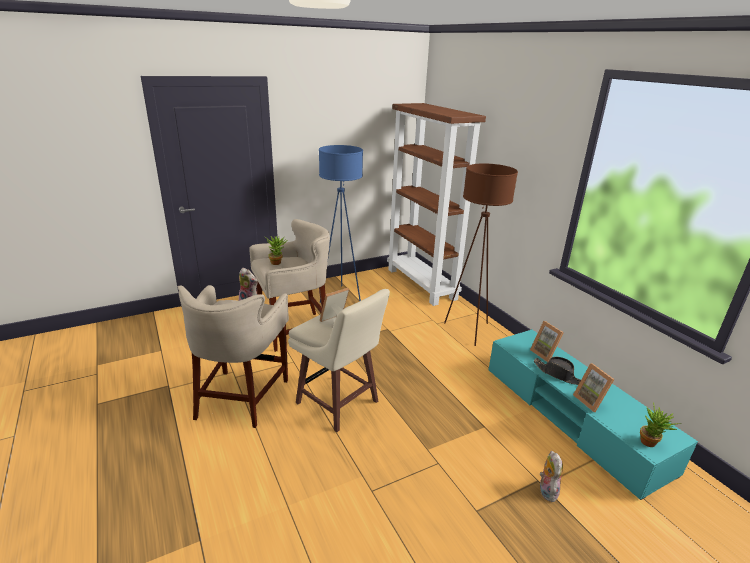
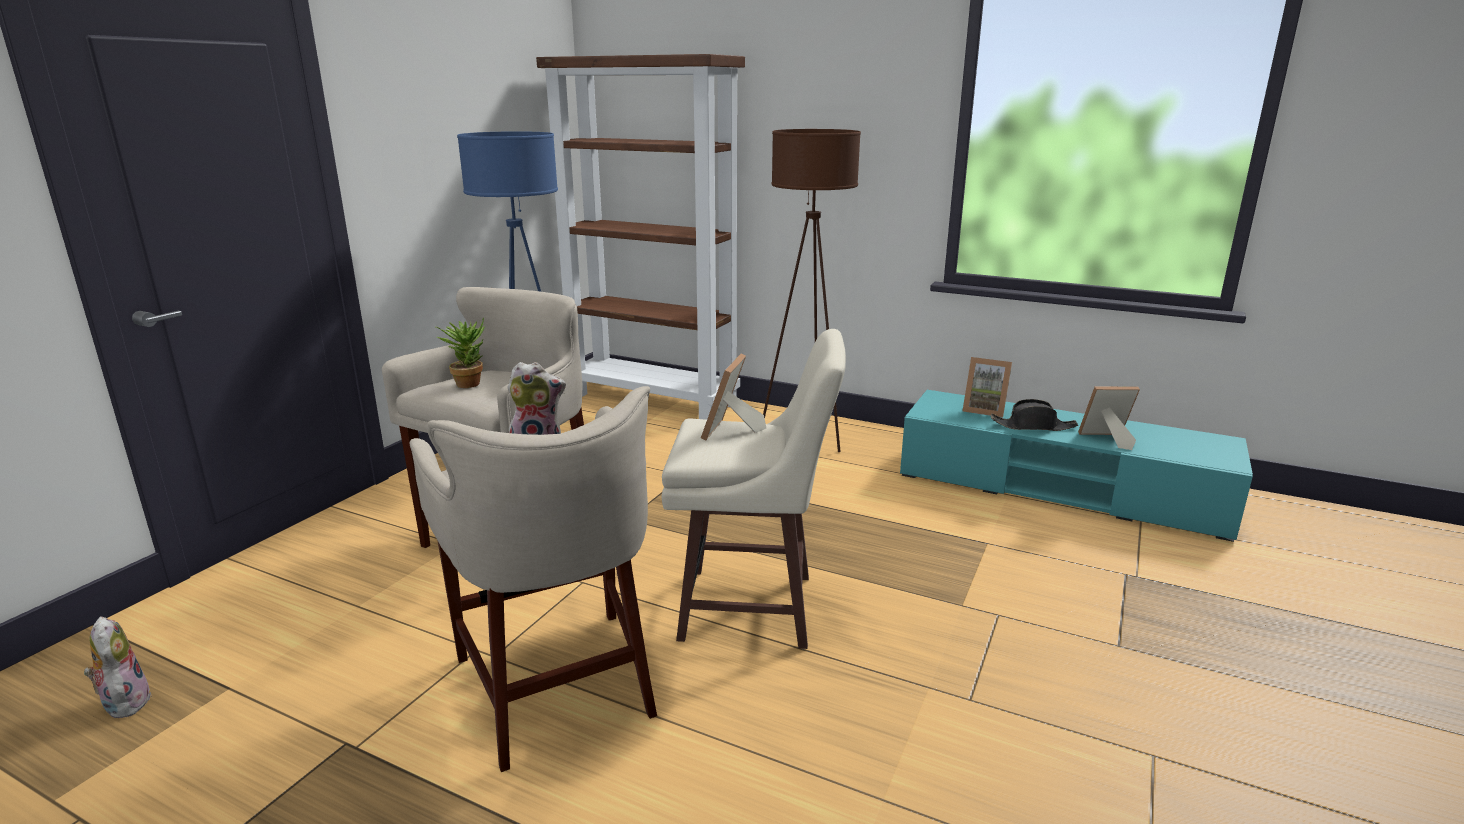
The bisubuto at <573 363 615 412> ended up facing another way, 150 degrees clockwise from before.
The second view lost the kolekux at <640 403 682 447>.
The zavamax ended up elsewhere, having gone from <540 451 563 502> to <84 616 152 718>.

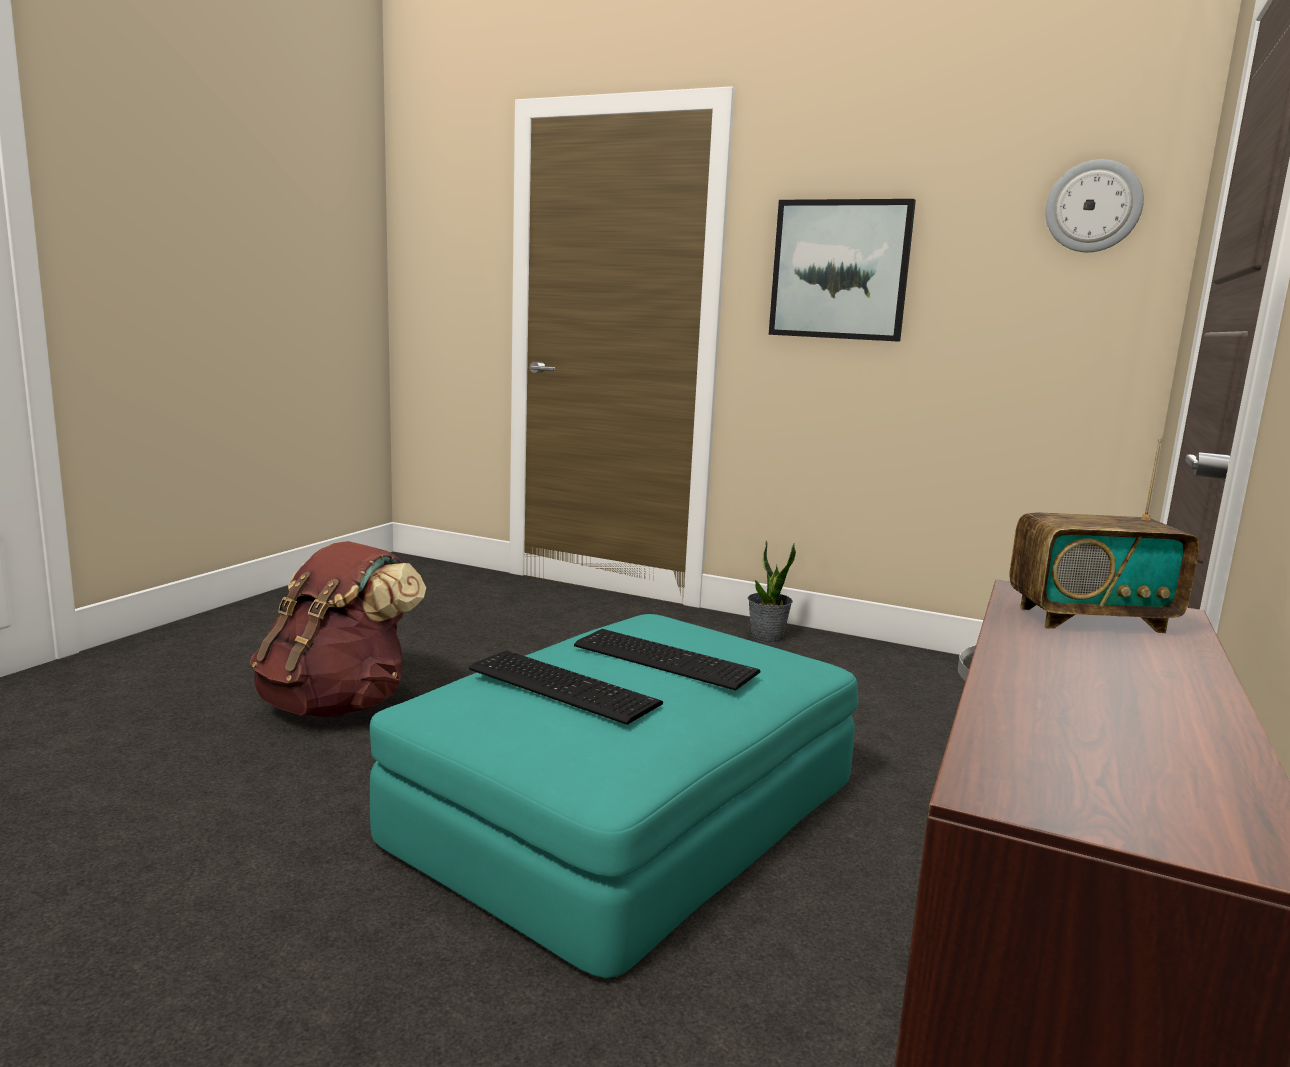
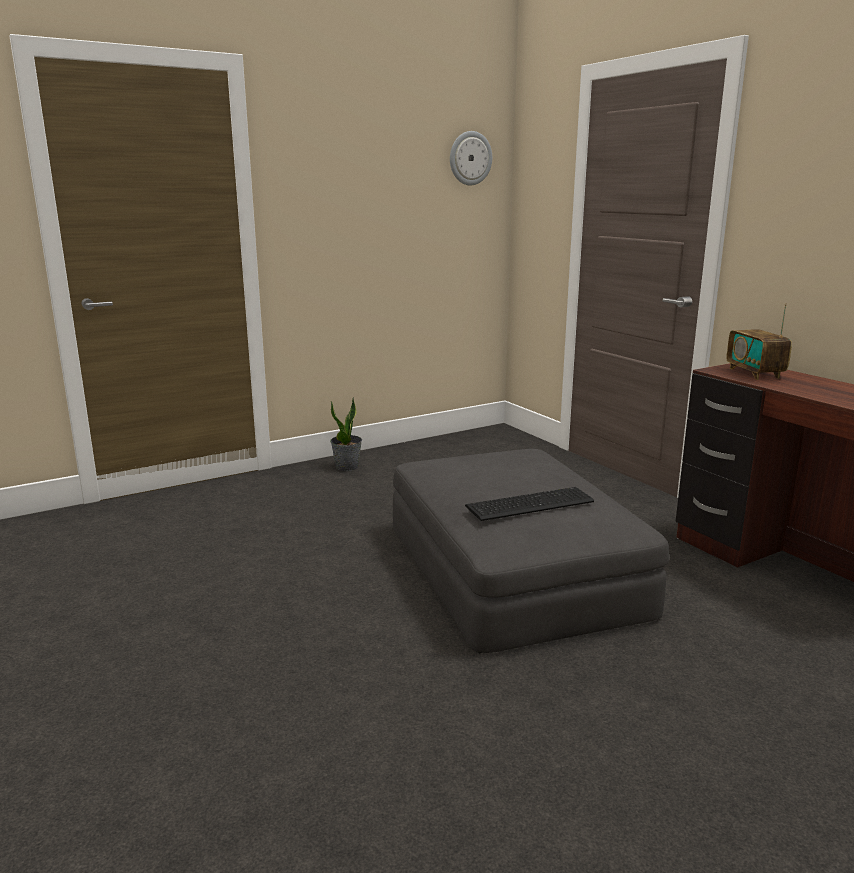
The second view lost the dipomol at <769 199 916 342>.
The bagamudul at <1010 438 1199 633> ended up facing another way, 135 degrees clockwise from before.
The second view lost the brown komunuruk at <250 541 426 717>.
What was the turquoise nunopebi at <370 614 859 979> turned into the grey nunopebi at <393 449 669 653>.
The second view lost the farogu at <574 629 760 691>.

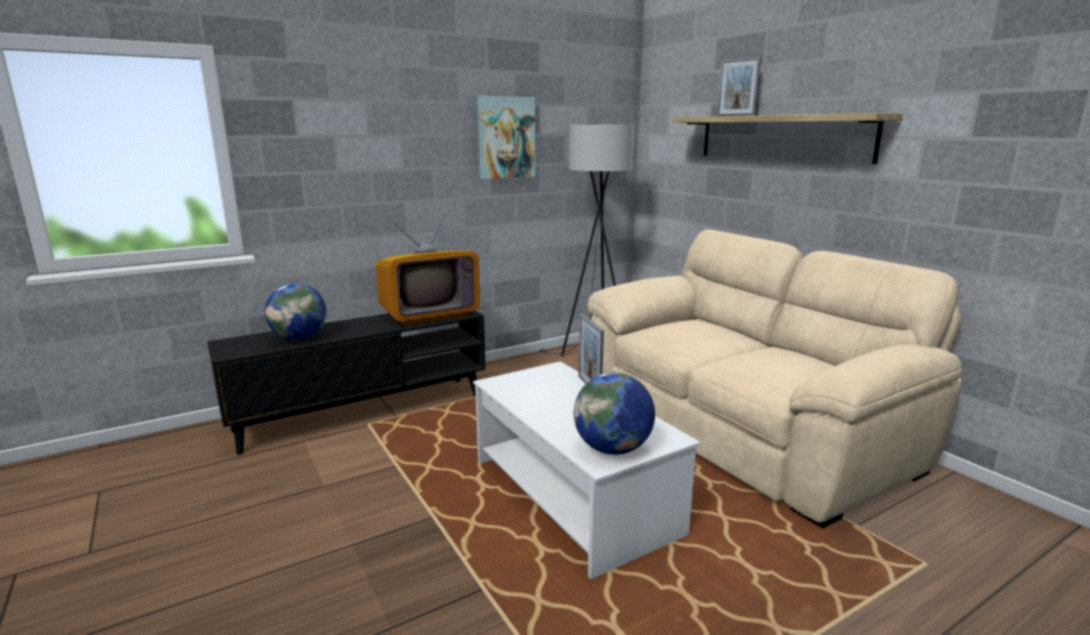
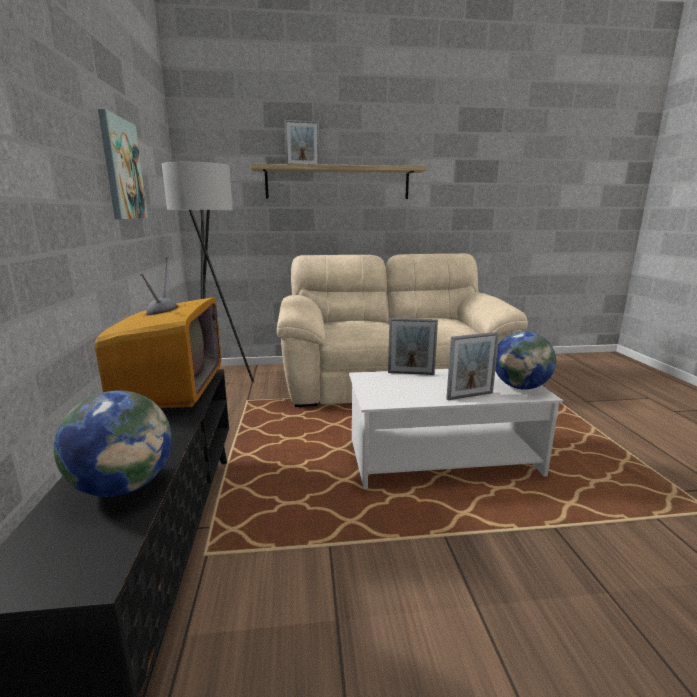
The second view gained the bisubuto at <446 332 499 400>.

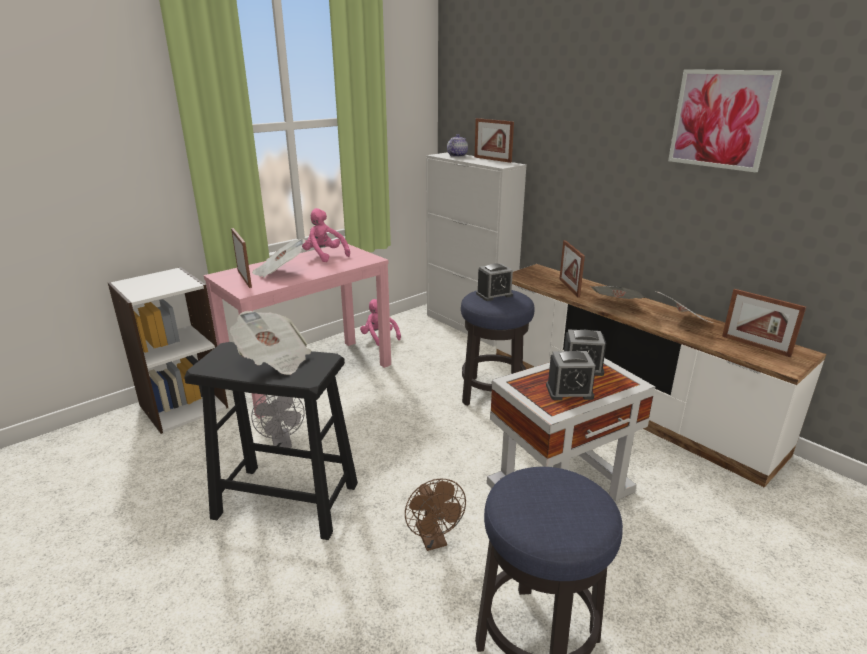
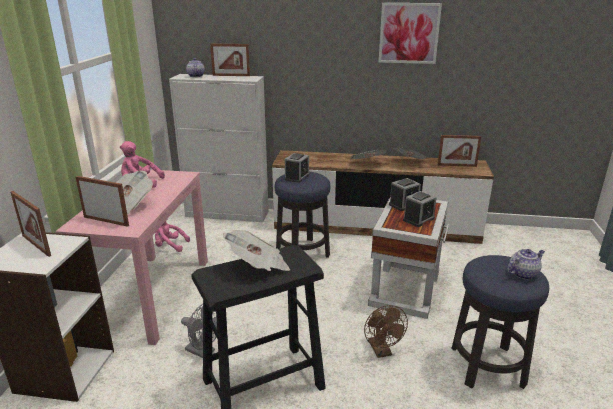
The bisubuto ended up elsewhere, having gone from <559 240 585 298> to <10 191 51 257>.
The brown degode at <405 479 466 551> ended up facing another way, 45 degrees clockwise from before.
The second view gained the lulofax at <507 249 545 280>.

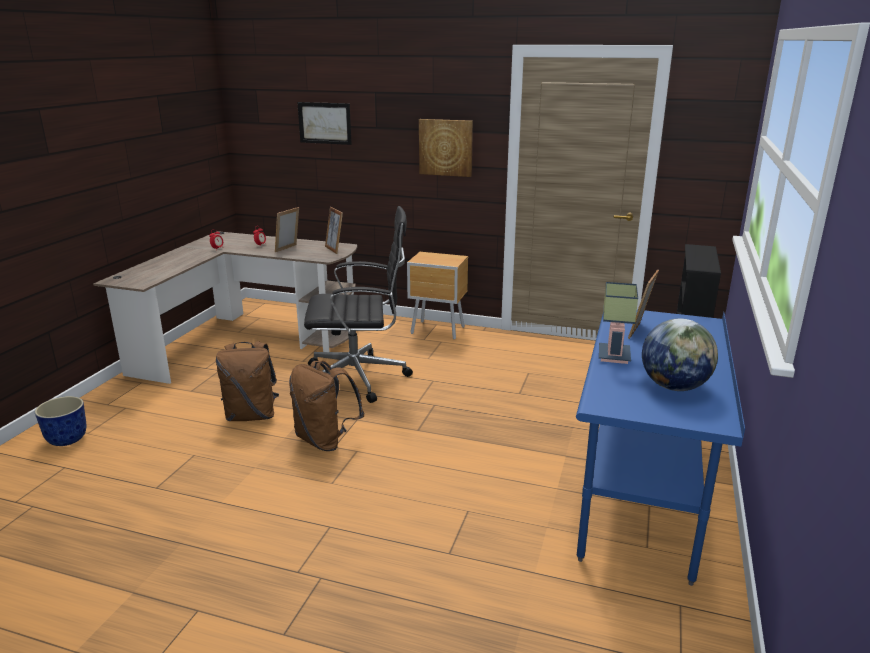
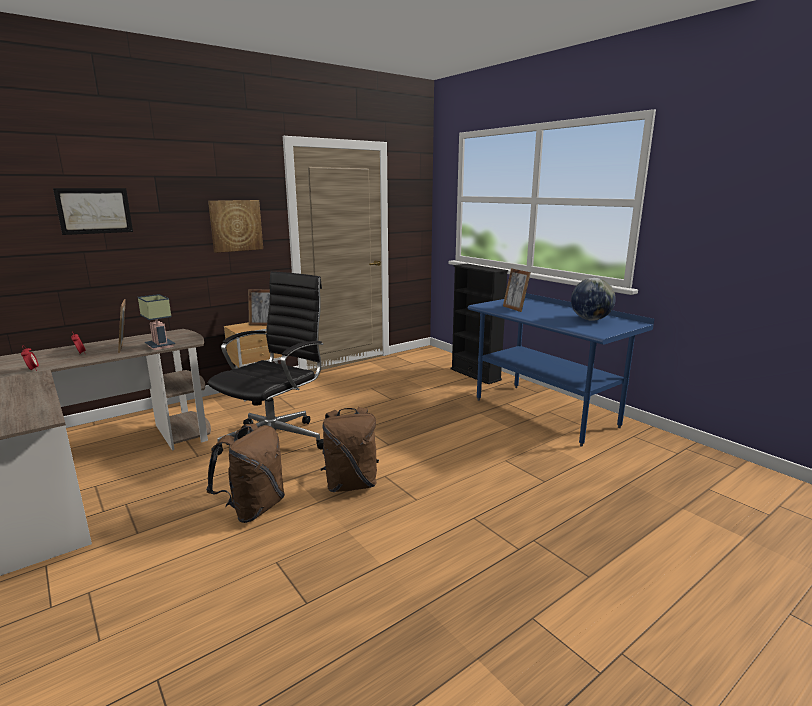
The bisubuto ended up elsewhere, having gone from <325 207 343 254> to <248 289 270 326>.
The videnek ended up elsewhere, having gone from <599 282 638 364> to <138 294 176 350>.
The second view lost the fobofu at <35 396 86 446>.

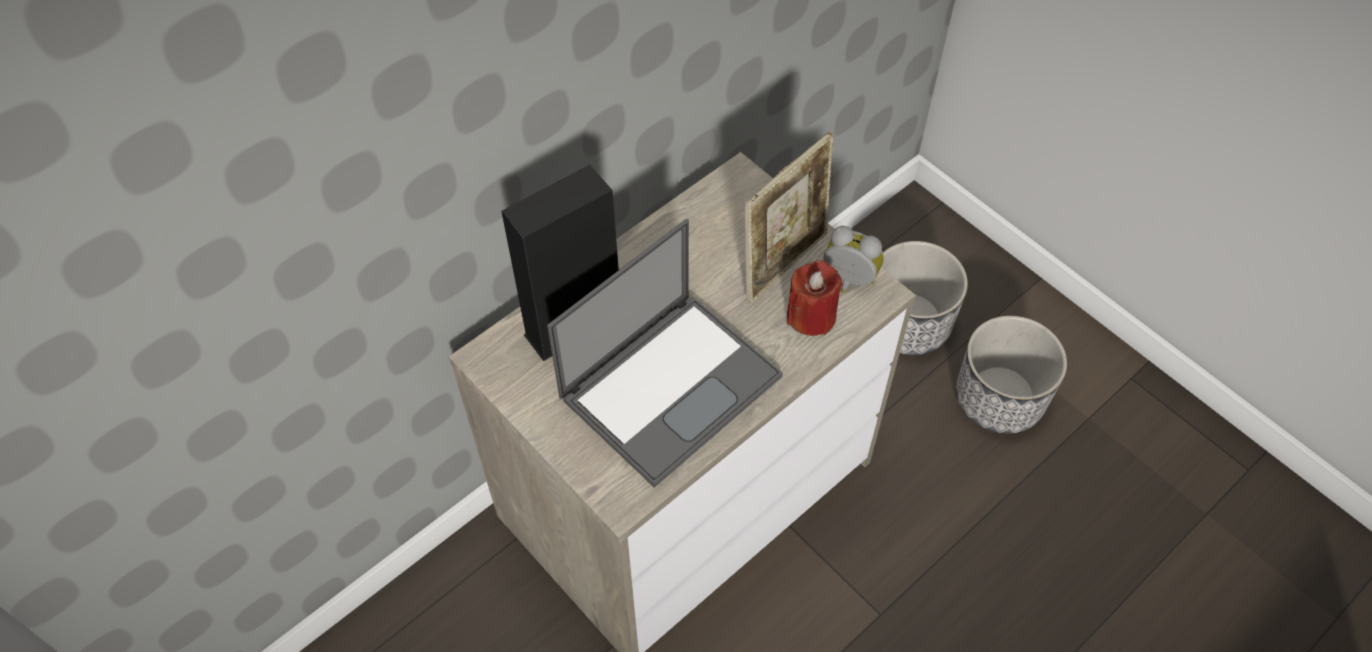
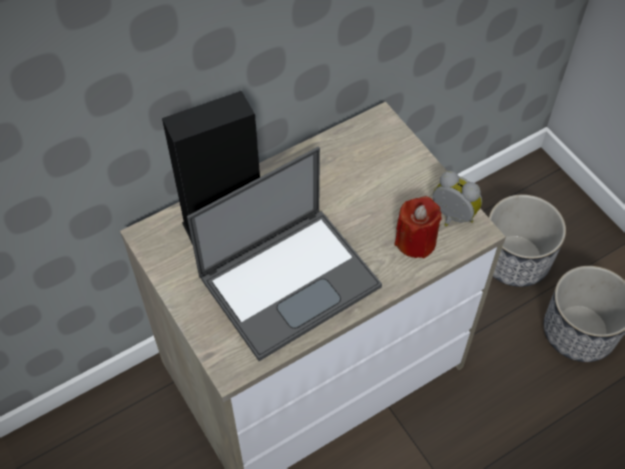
The second view lost the bisubuto at <745 132 833 303>.

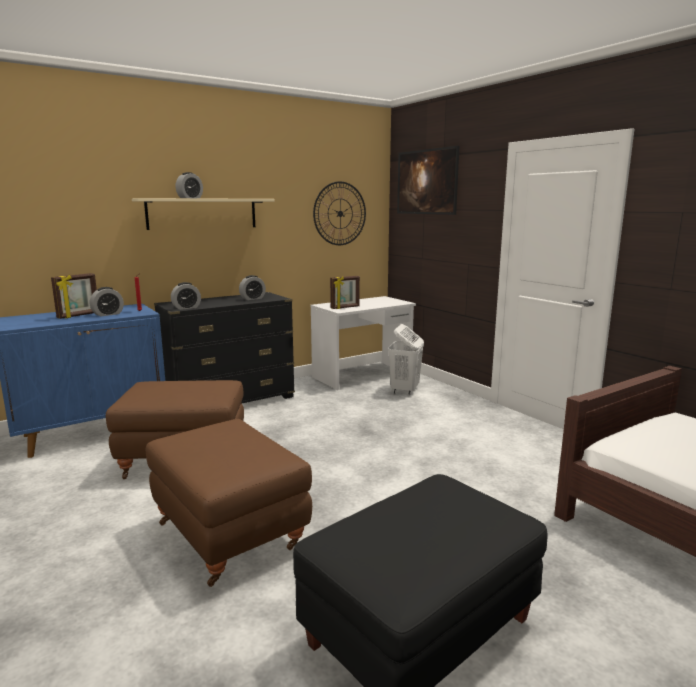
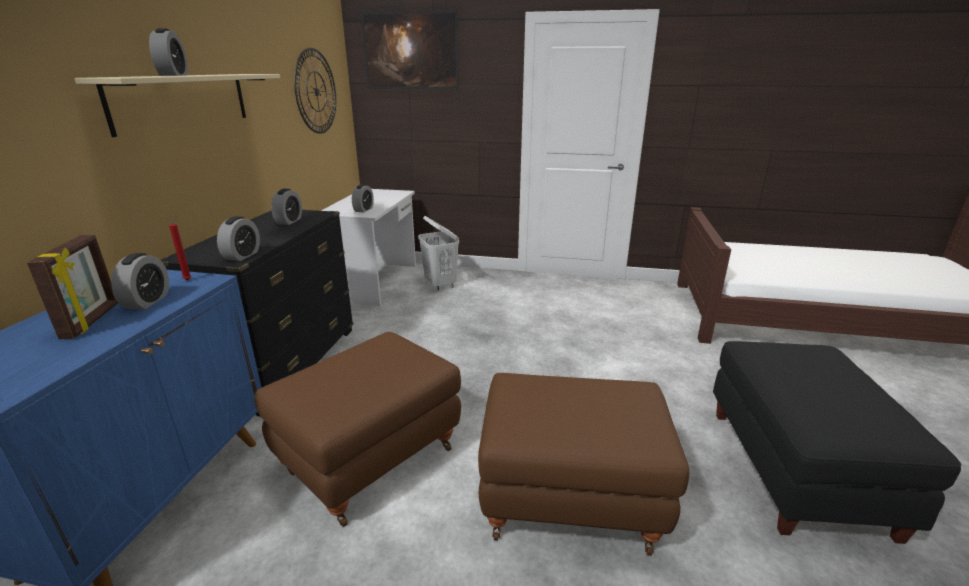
Where the bisubuto stood at <330 276 360 309>, the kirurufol came to stand at <352 184 374 212>.

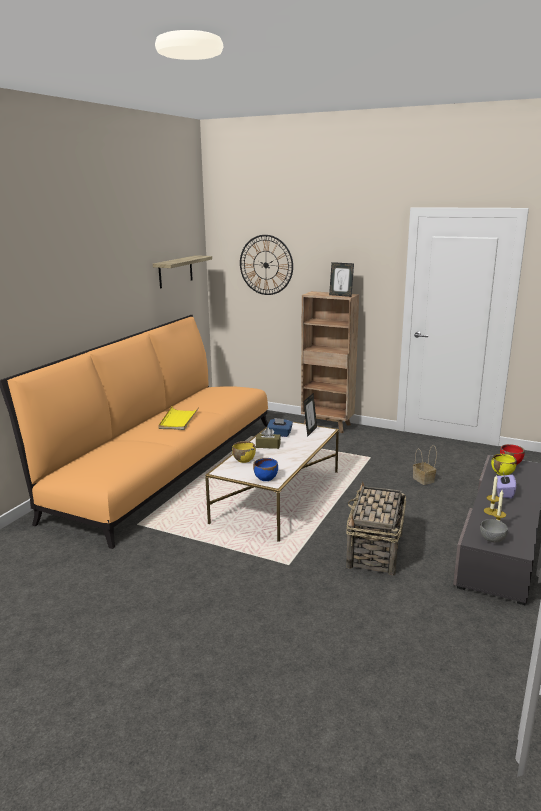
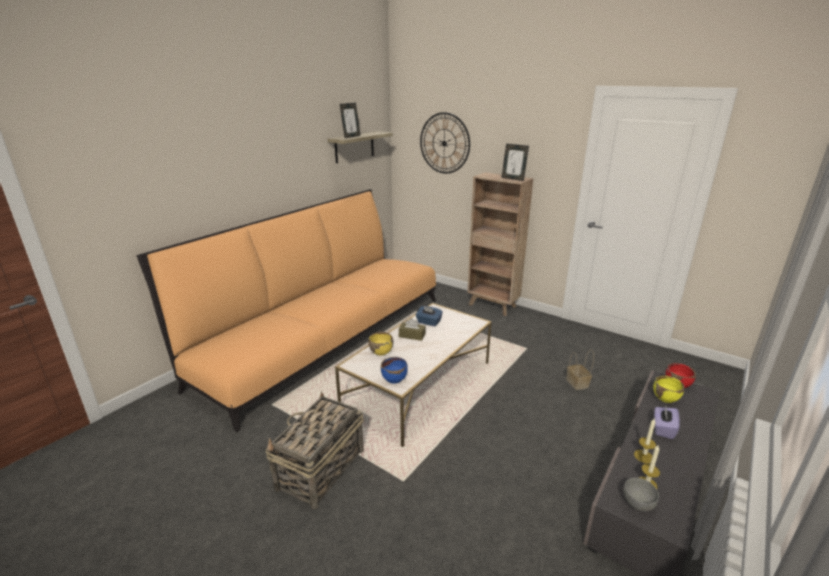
The bisubuto ended up elsewhere, having gone from <303 394 317 437> to <340 103 360 138>.
The second view lost the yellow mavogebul at <158 406 199 430>.
The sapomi ended up elsewhere, having gone from <346 482 406 575> to <266 391 364 509>.

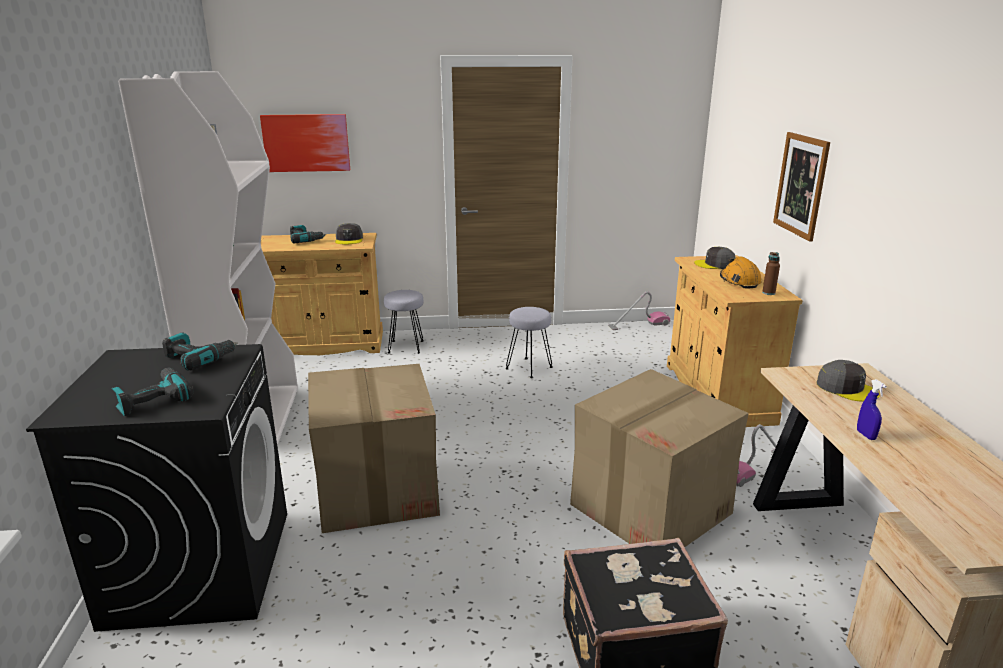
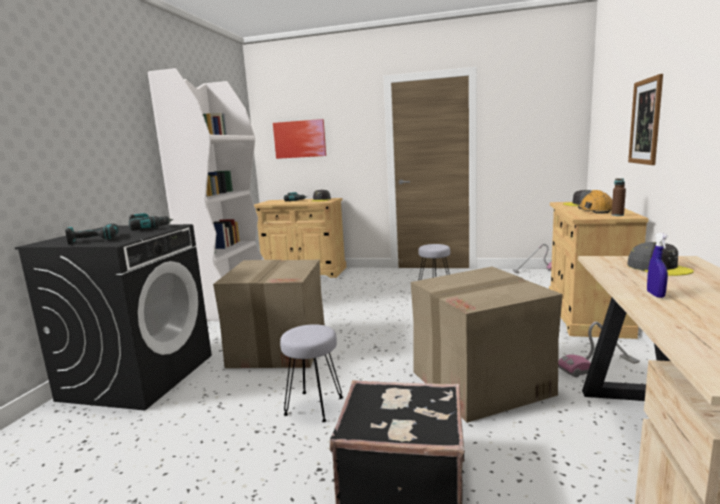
The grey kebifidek ended up elsewhere, having gone from <384 290 424 354> to <280 324 343 422>.

